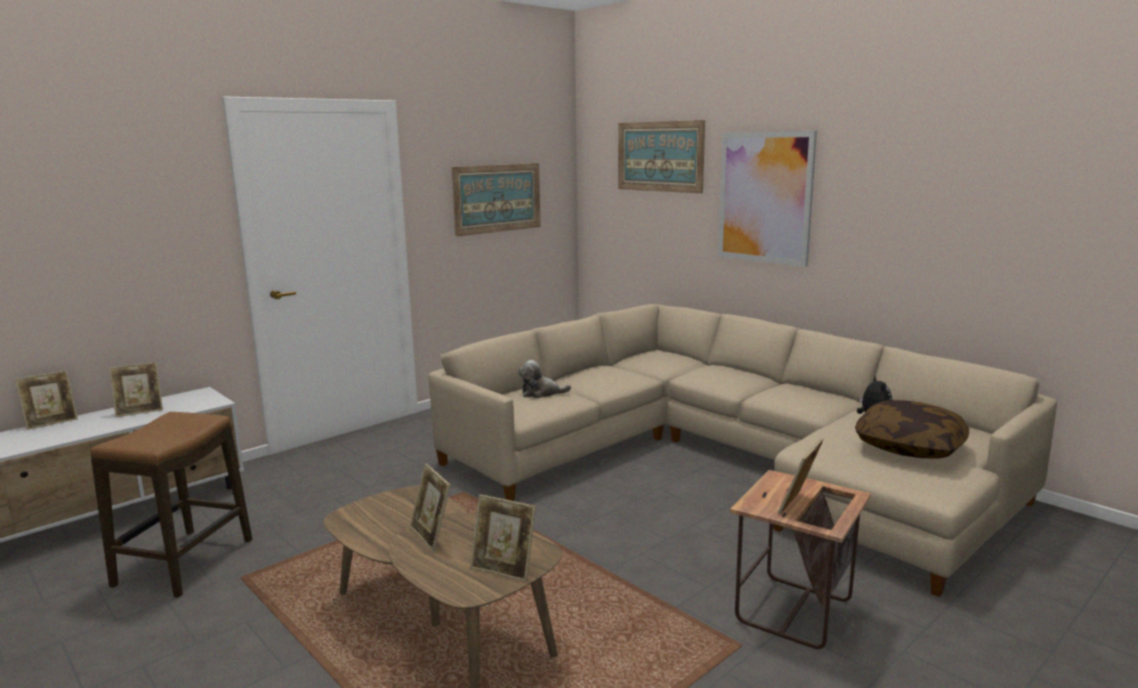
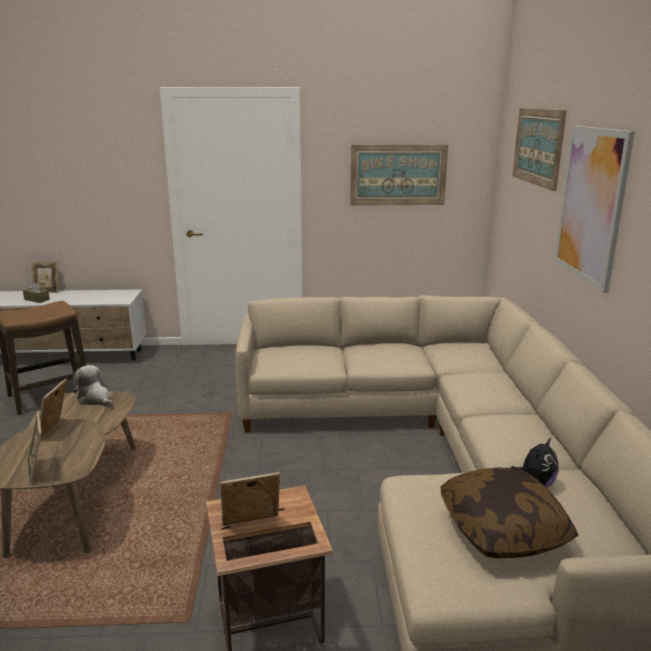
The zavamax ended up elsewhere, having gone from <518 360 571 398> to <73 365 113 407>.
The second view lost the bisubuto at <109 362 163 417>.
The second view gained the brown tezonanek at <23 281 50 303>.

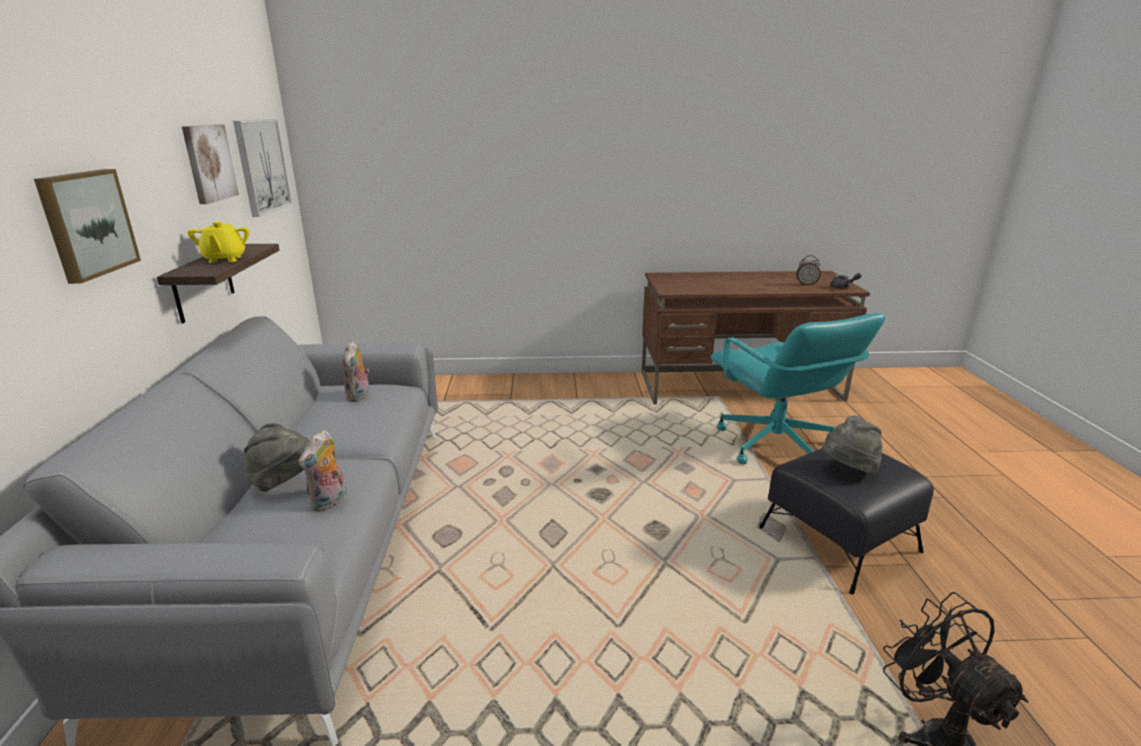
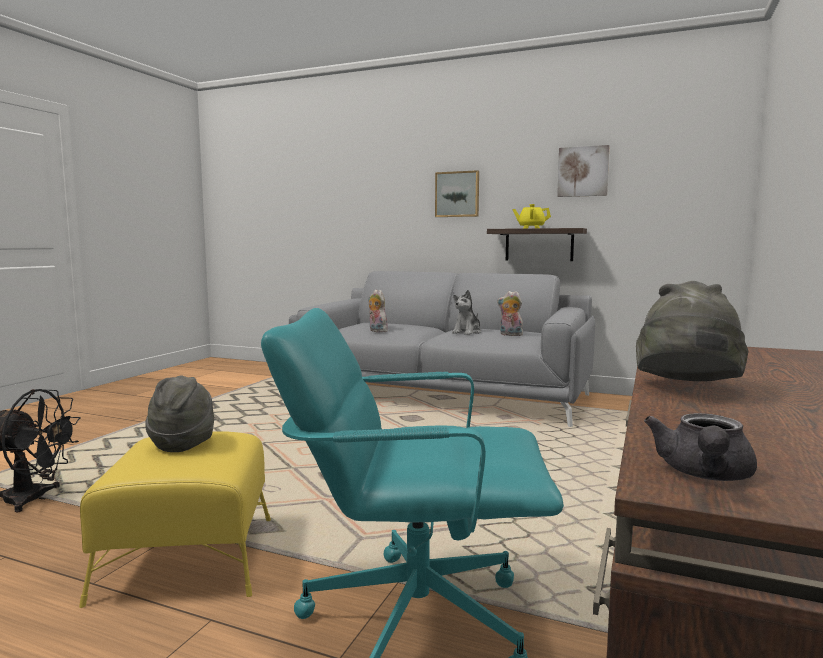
The second view lost the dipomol at <233 119 292 217>.
The second view lost the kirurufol at <796 255 821 285>.
The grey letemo ended up elsewhere, having gone from <244 423 309 492> to <636 281 748 381>.
What was the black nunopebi at <759 448 934 595> turned into the yellow nunopebi at <79 431 271 608>.
The second view gained the zavamax at <452 290 481 335>.

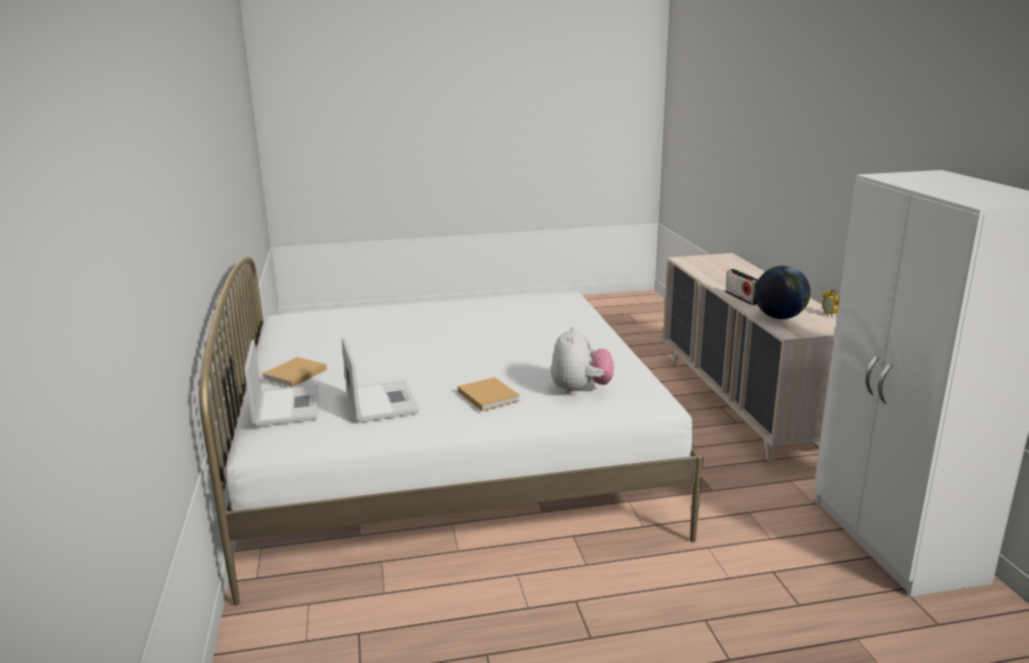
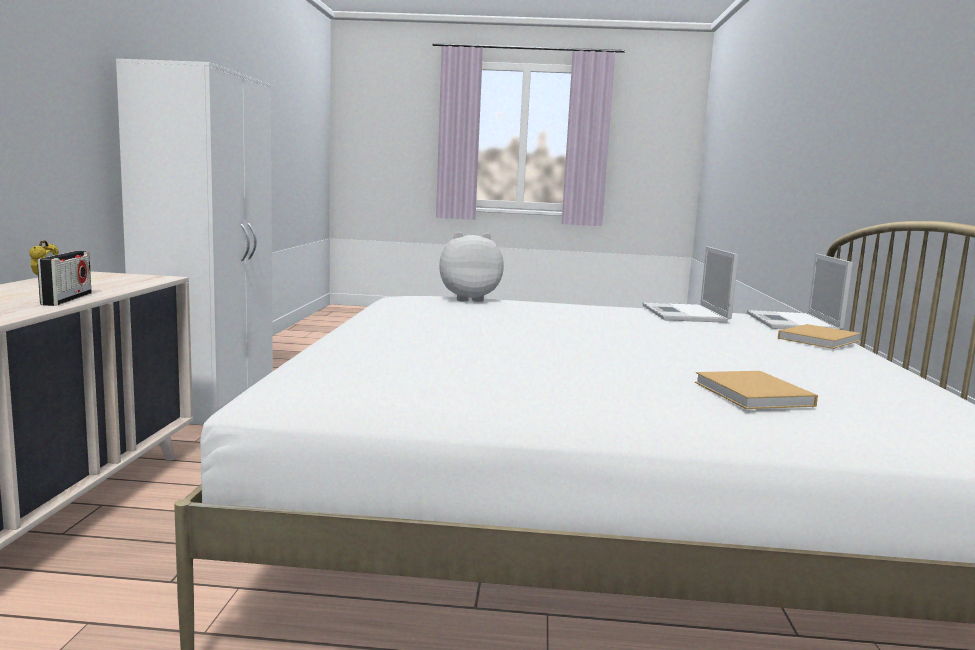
The second view lost the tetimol at <754 266 811 319>.
The zavamax at <551 326 614 395> ended up facing another way, 60 degrees clockwise from before.
The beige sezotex ended up elsewhere, having gone from <458 377 520 411> to <695 371 818 409>.

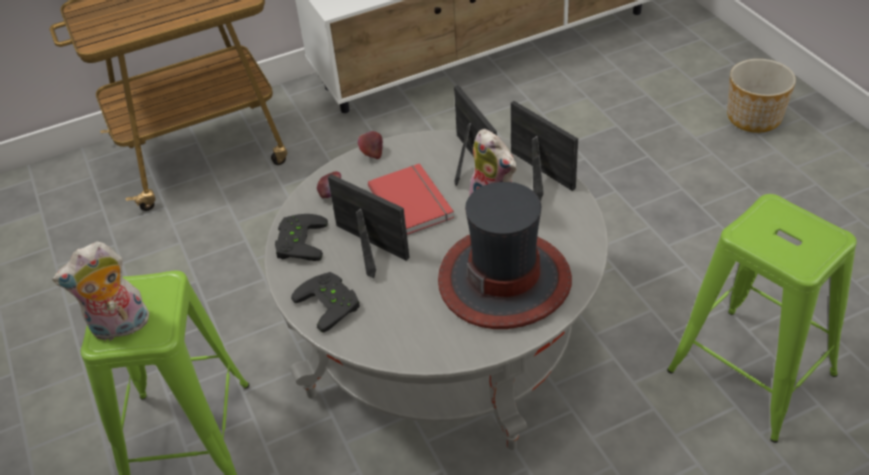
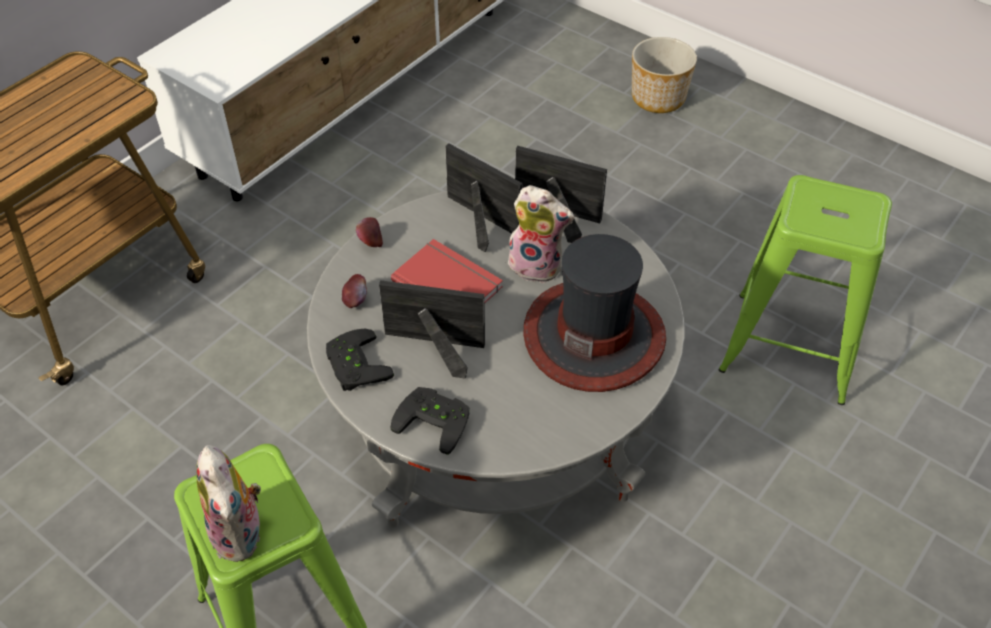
The zavamax at <52 242 149 341> ended up facing another way, 60 degrees counterclockwise from before.

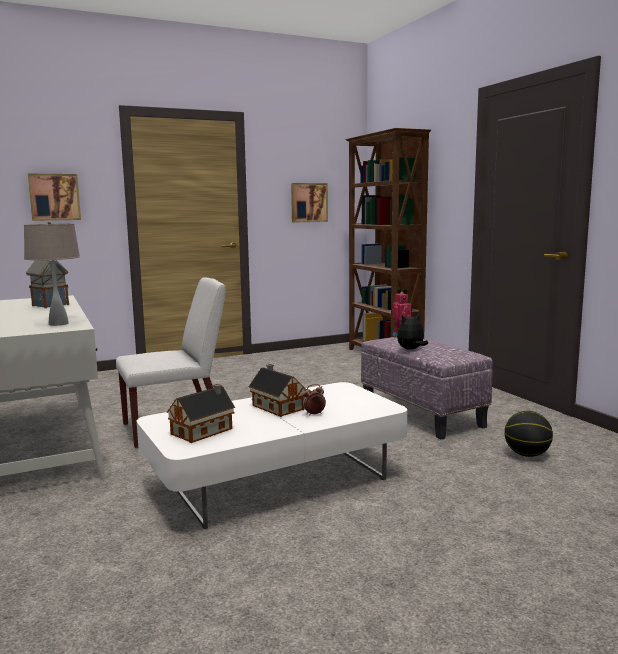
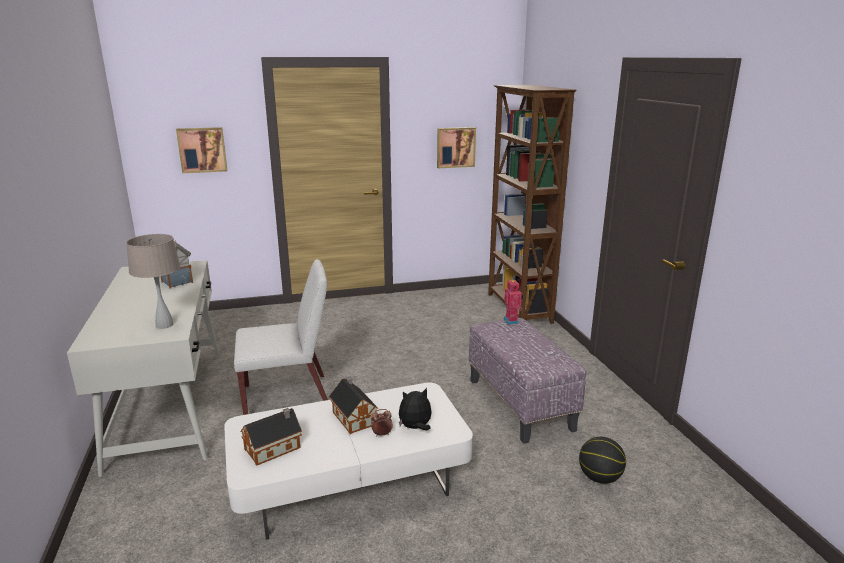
The zavamax ended up elsewhere, having gone from <397 314 428 350> to <399 388 432 430>.

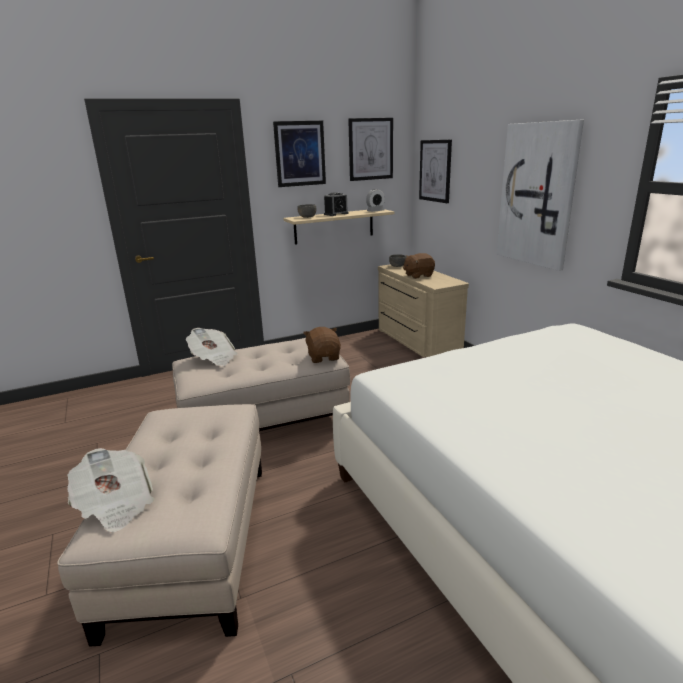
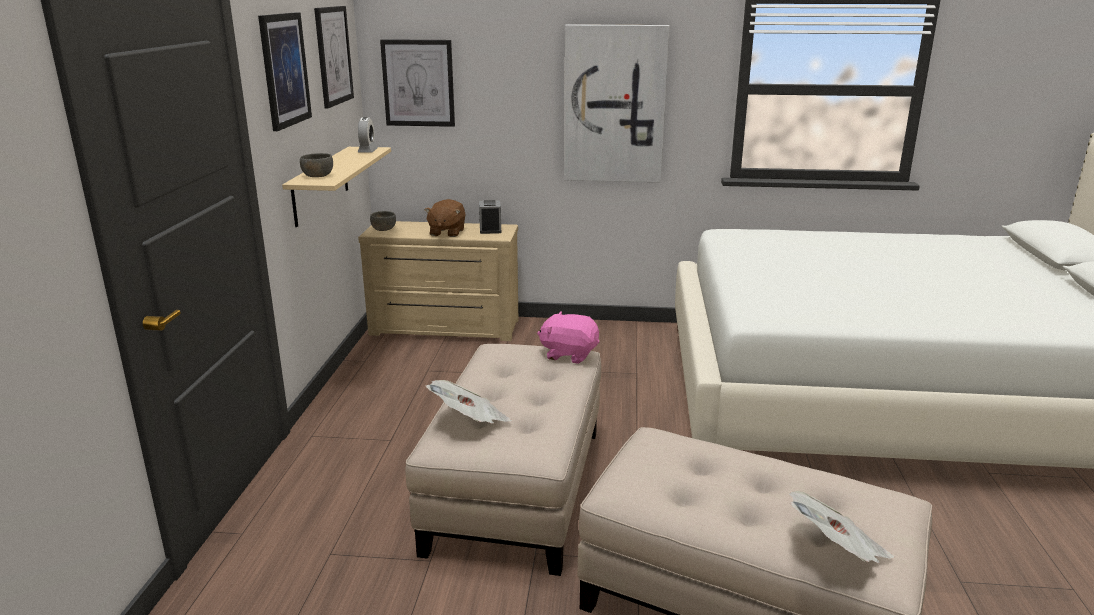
The kirurufol ended up elsewhere, having gone from <324 192 349 216> to <479 200 501 234>.
What was the brown zavamax at <303 327 341 363> turned into the pink zavamax at <537 311 599 364>.

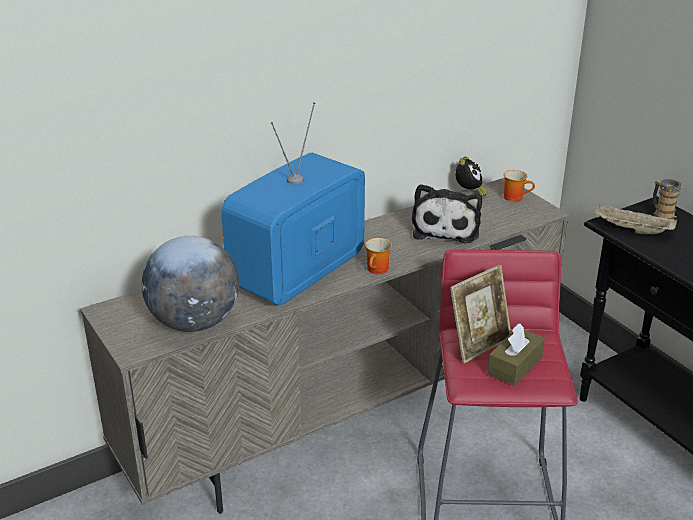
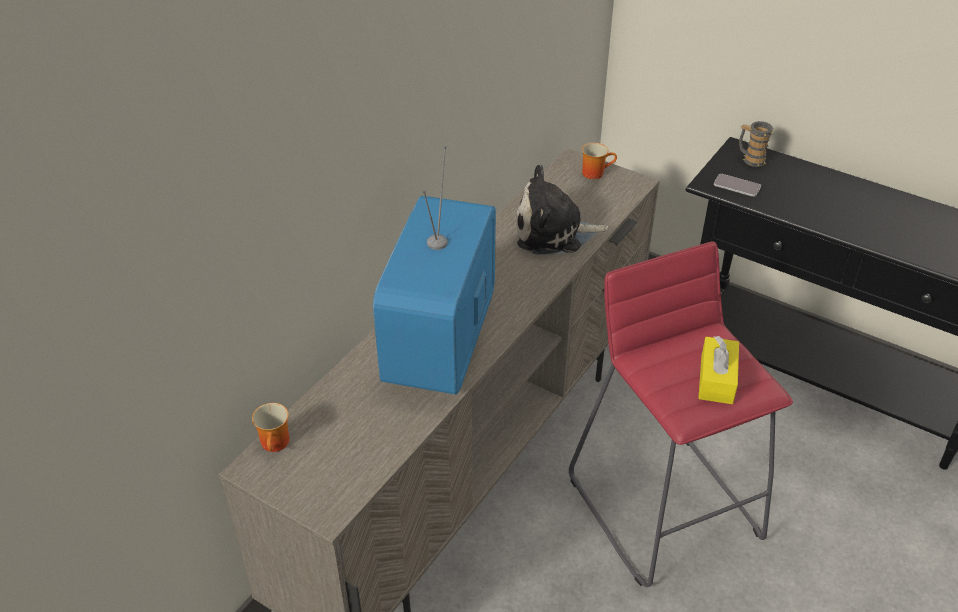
The second view lost the kirurufol at <455 156 488 197>.
The zavamax at <412 184 482 243> ended up facing another way, 105 degrees clockwise from before.
Where the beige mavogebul stood at <596 204 677 234>, the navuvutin came to stand at <714 174 761 197>.
The second view lost the tetimol at <141 236 239 332>.
The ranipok ended up elsewhere, having gone from <365 238 392 274> to <252 403 289 452>.
The second view lost the bisubuto at <450 265 511 364>.
What was the brown tezonanek at <487 324 545 386> turned into the yellow tezonanek at <698 336 739 404>.

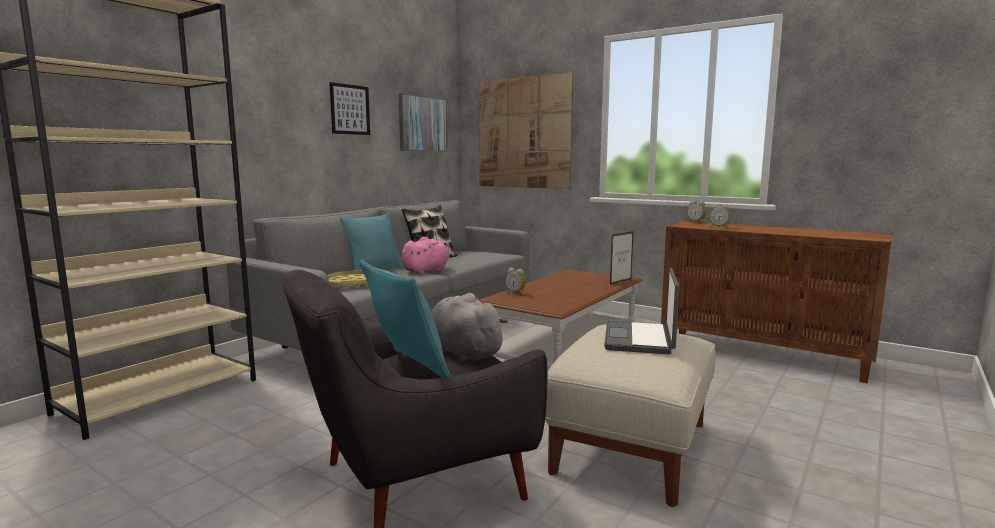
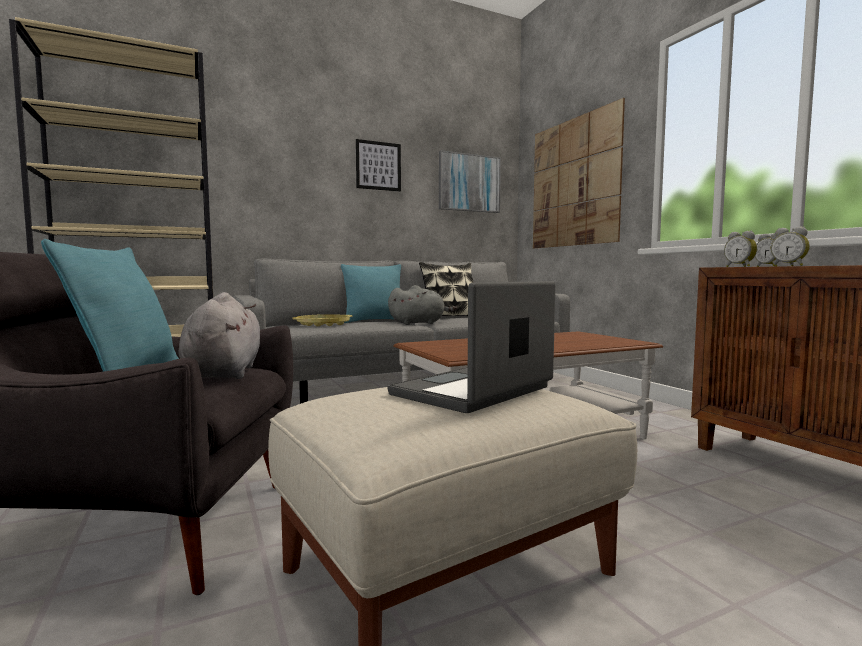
The second view lost the bisubuto at <610 231 633 285>.
What was the pink zavamax at <401 237 458 274> turned into the grey zavamax at <388 285 457 325>.
The kirurufol ended up elsewhere, having gone from <506 268 526 295> to <724 231 757 267>.

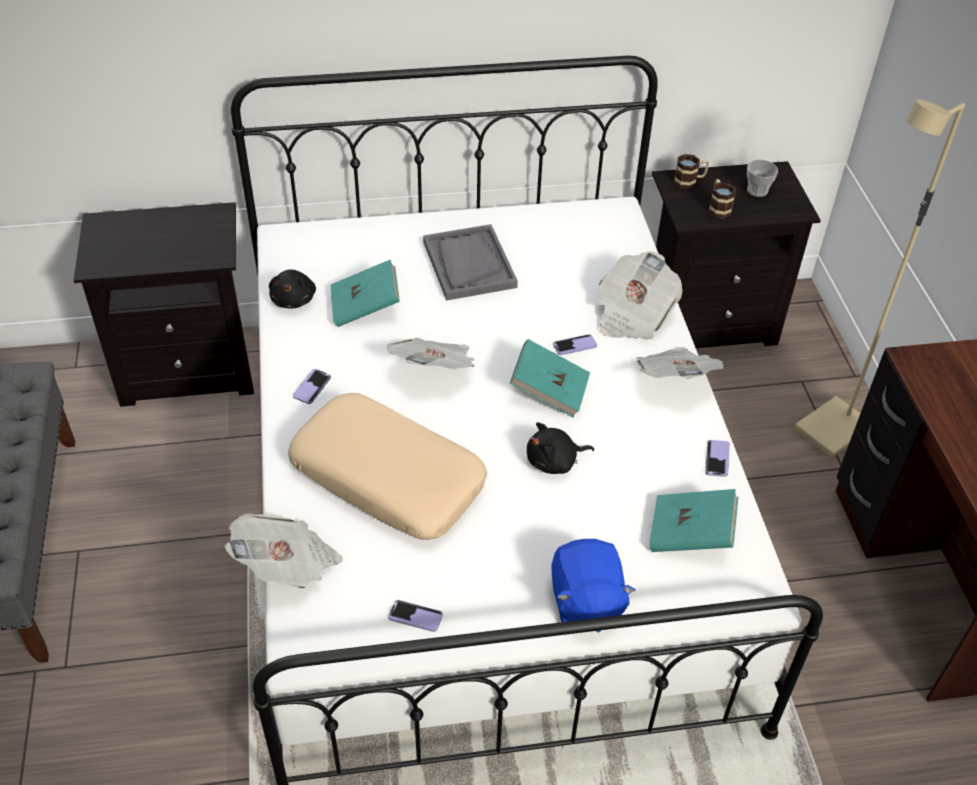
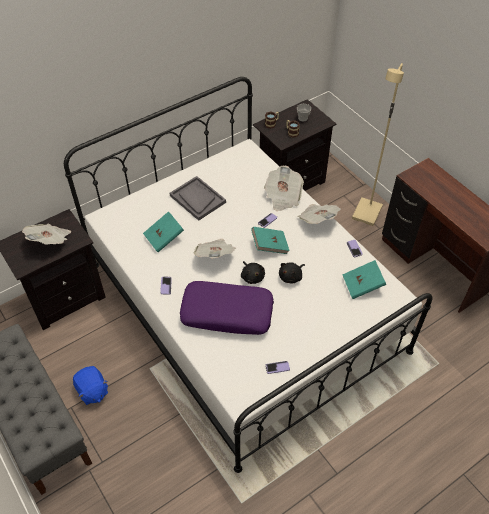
The black zavamax ended up elsewhere, having gone from <269 269 316 309> to <241 261 265 284>.
What was the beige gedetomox at <288 393 487 540> turned into the purple gedetomox at <180 281 274 335>.
The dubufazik ended up elsewhere, having gone from <224 513 343 589> to <22 224 71 245>.
The blue zavamax ended up elsewhere, having gone from <551 539 635 633> to <73 366 108 405>.

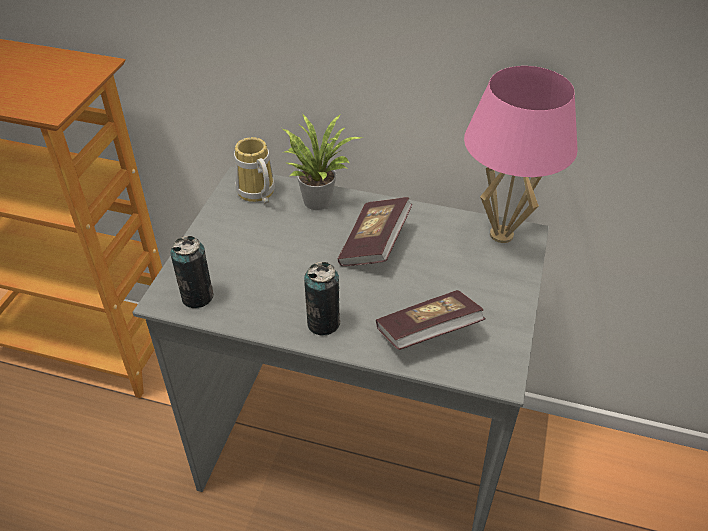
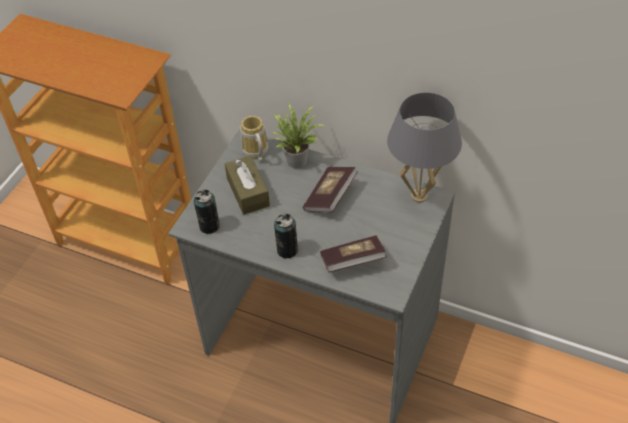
What was the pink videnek at <464 66 578 243> turned into the grey videnek at <387 93 462 202>.
The second view gained the brown tezonanek at <225 156 270 215>.

